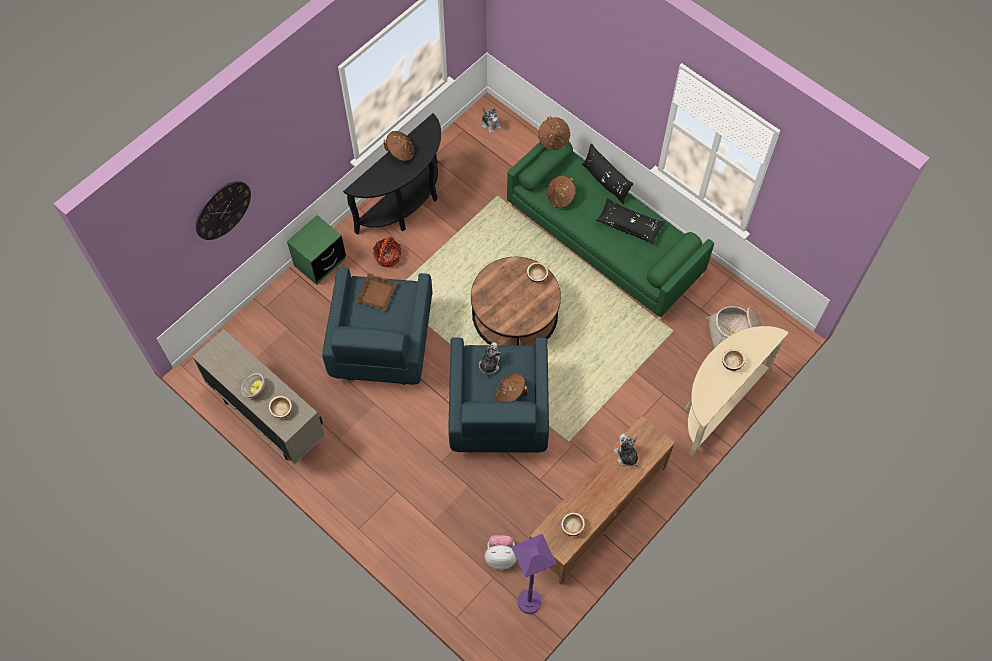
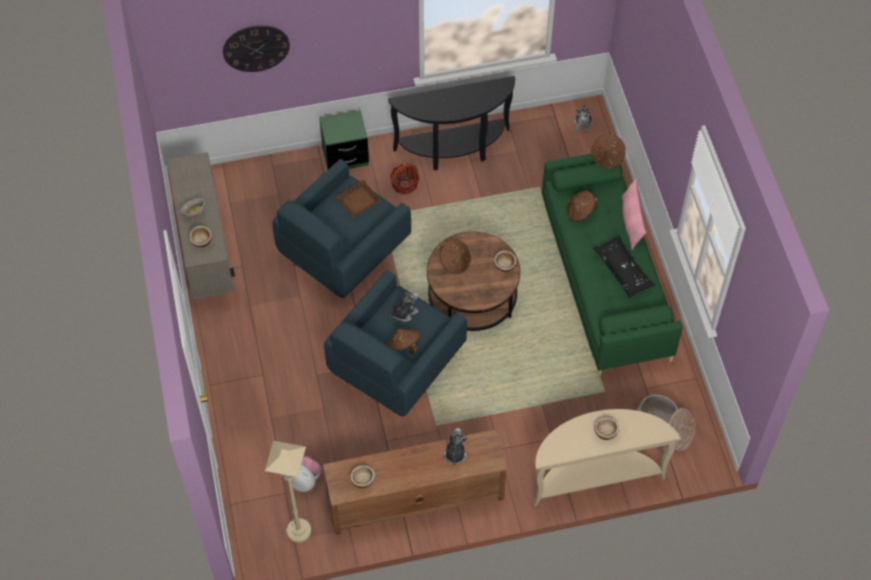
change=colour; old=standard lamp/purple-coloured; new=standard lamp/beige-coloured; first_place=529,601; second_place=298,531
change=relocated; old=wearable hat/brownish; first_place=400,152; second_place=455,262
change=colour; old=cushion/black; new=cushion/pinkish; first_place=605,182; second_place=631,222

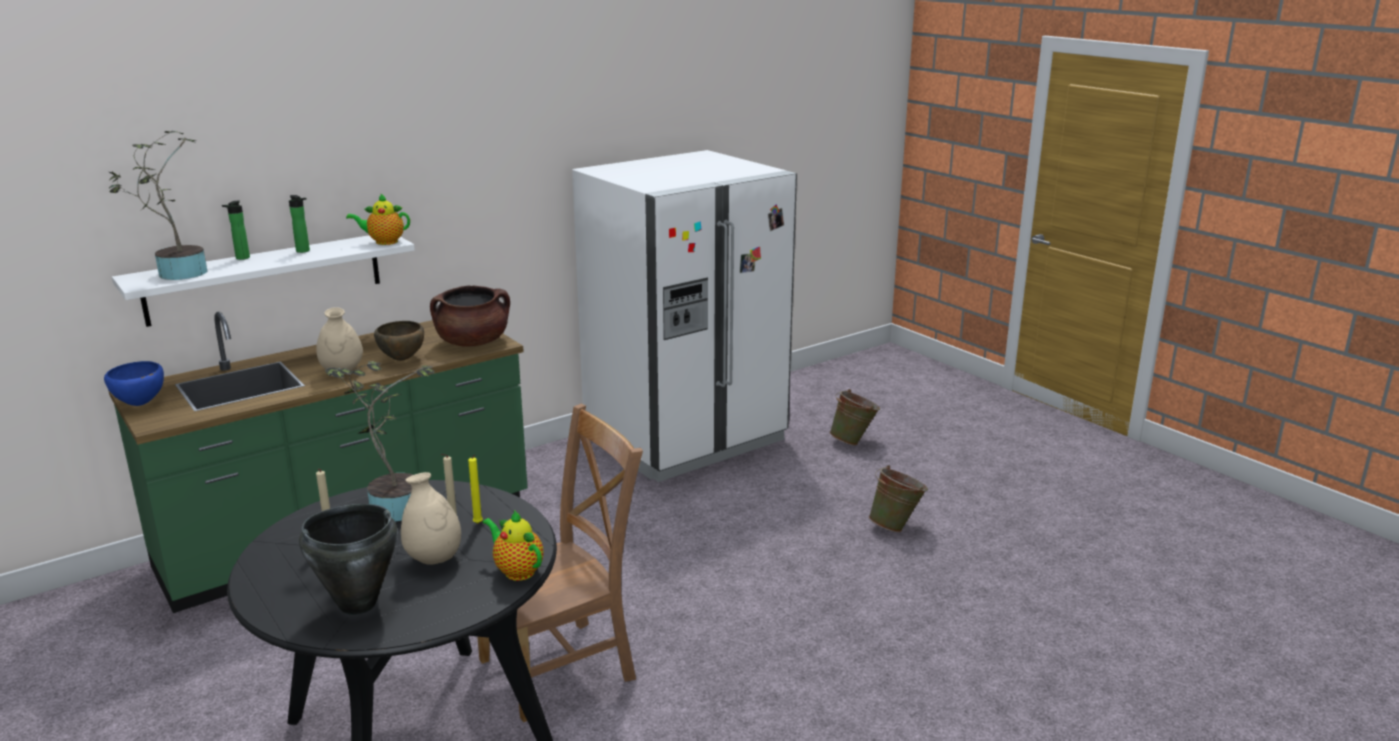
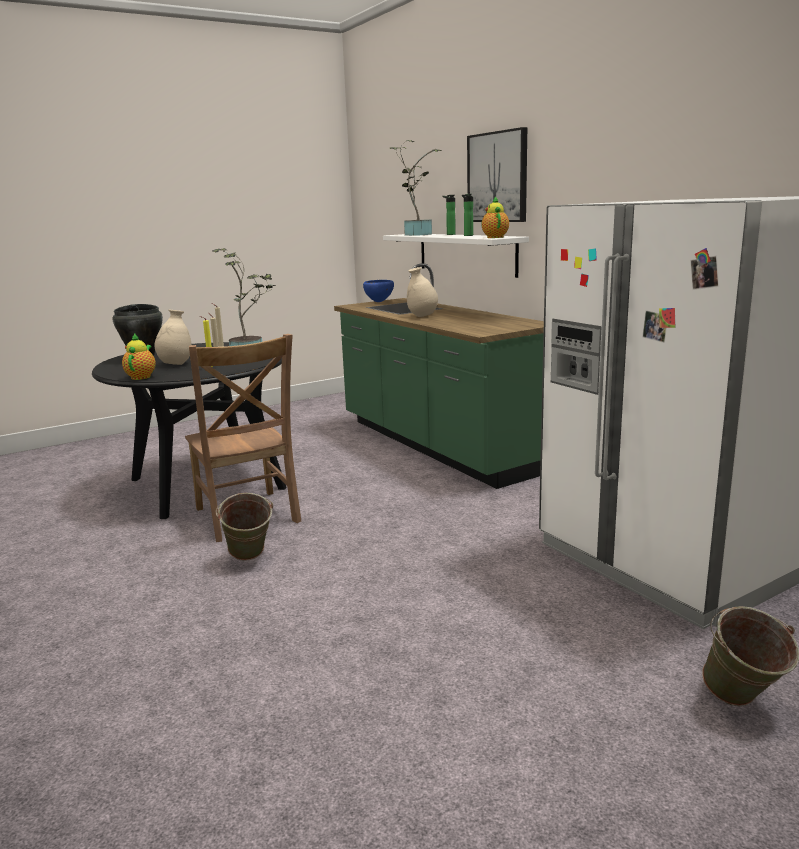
change=spun; old=pot for tea; first_place=517,571; second_place=142,377; degrees=-45
change=relocated; old=bucket/green; first_place=896,526; second_place=249,559
change=appeared; new=wall art; second_place=498,177
change=missing; old=serving bowl/brownish; first_place=402,359
change=missing; old=cooking pot/brownish; first_place=473,342

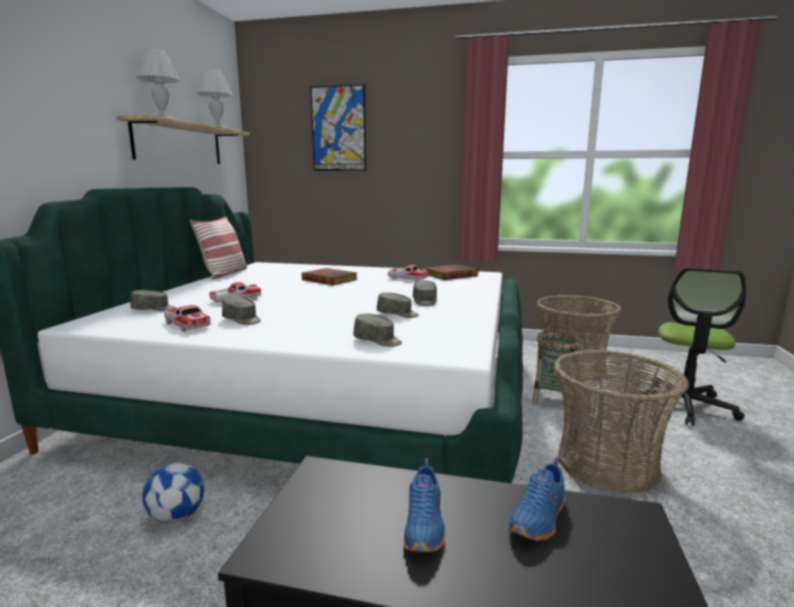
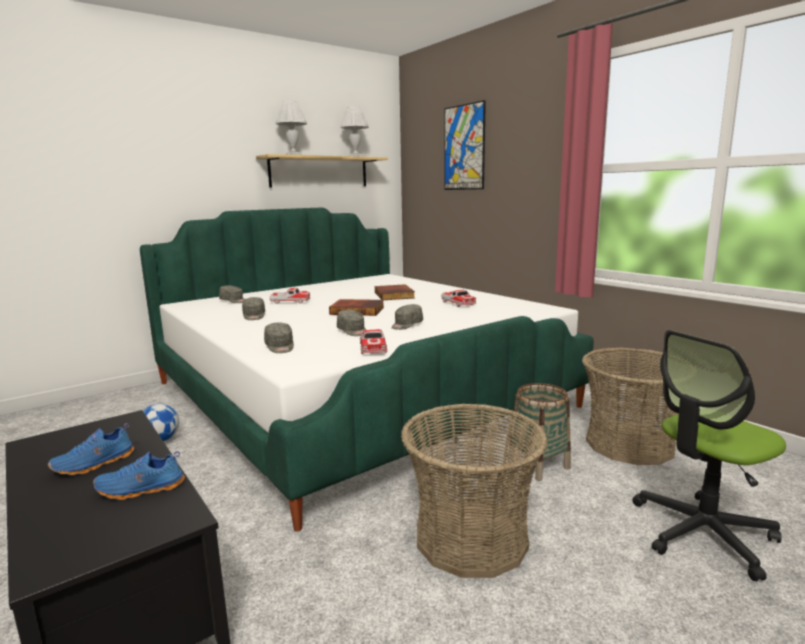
change=relocated; old=volume; first_place=451,275; second_place=358,310
change=relocated; old=toy car; first_place=187,324; second_place=373,348
change=missing; old=cushion; first_place=224,274

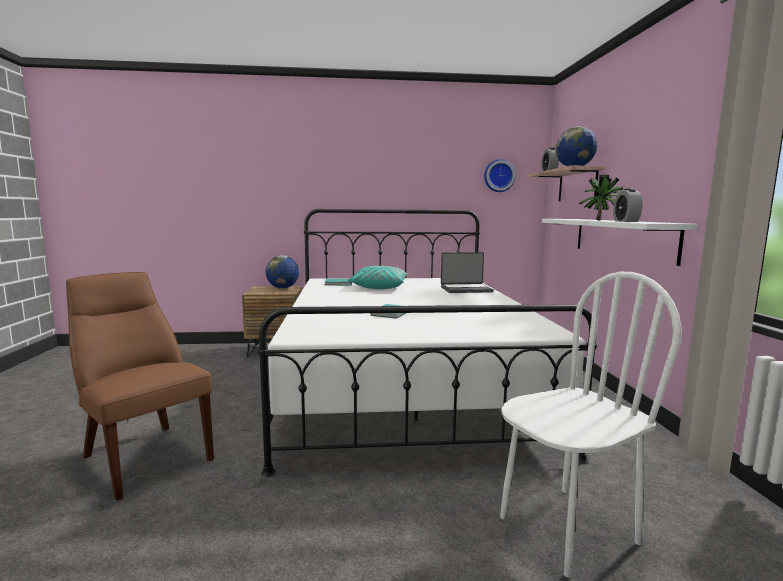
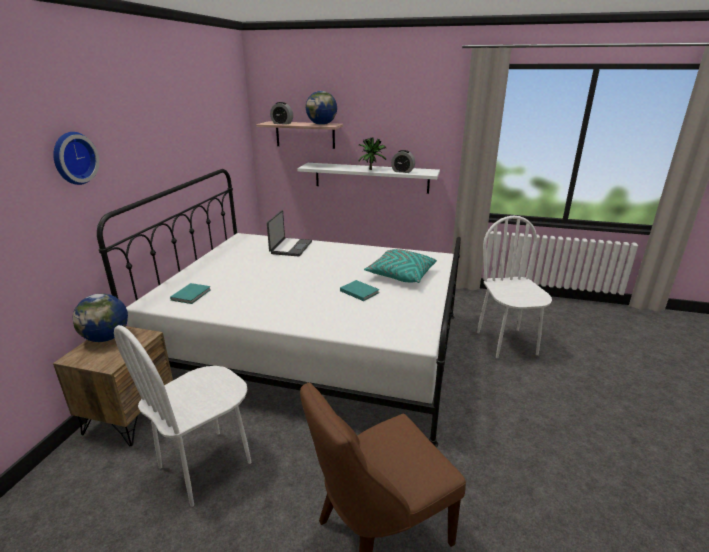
change=relocated; old=wall clock; first_place=498,176; second_place=72,158
change=appeared; new=upright chair/white-coloured; second_place=205,465
change=relocated; old=cushion/turquoise; first_place=379,287; second_place=400,275

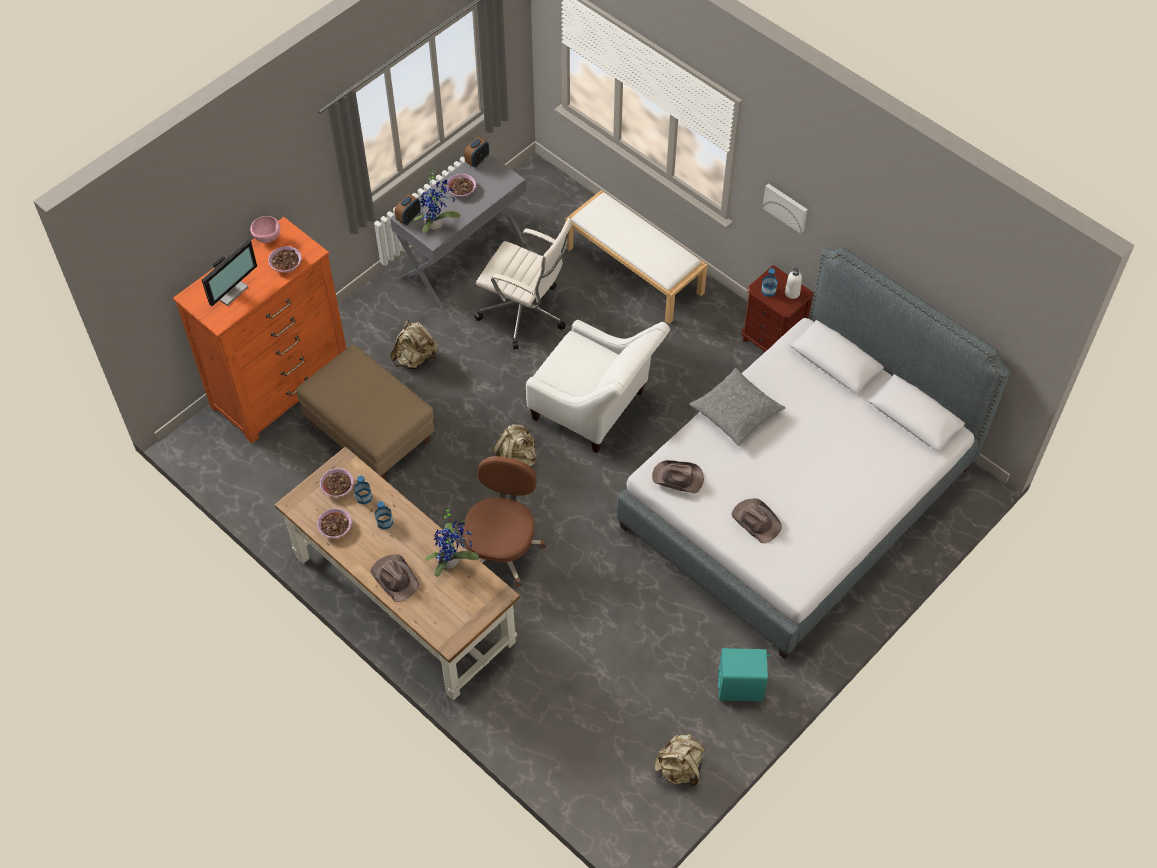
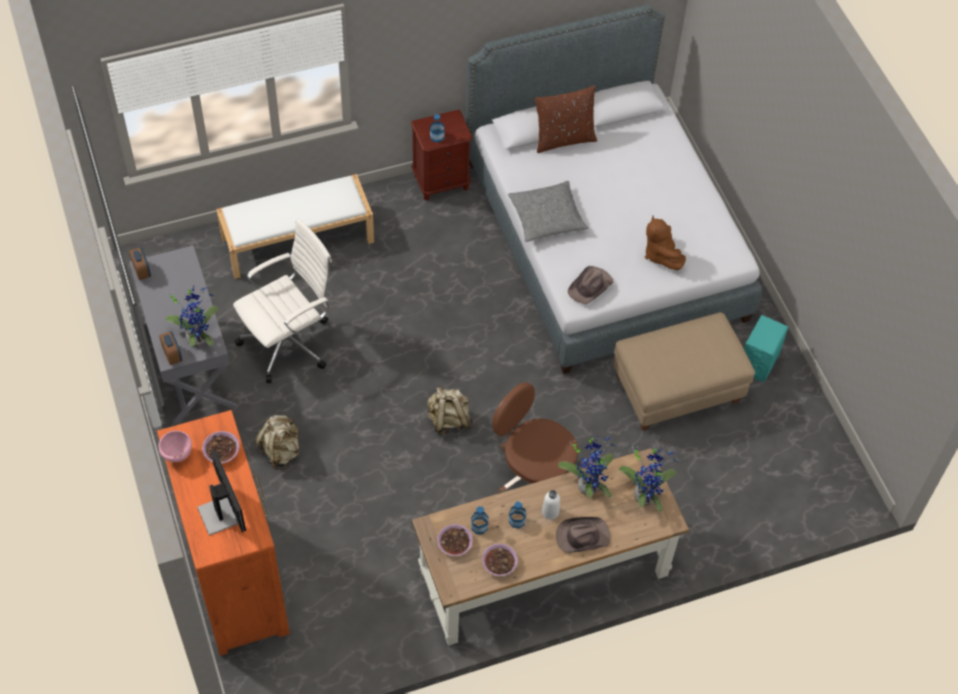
change=appeared; new=cushion/brownish; second_place=563,139
change=relocated; old=drink bottle/white-coloured; first_place=792,293; second_place=550,512
change=relocated; old=ottoman/beige-coloured; first_place=370,431; second_place=677,388
change=appeared; new=plant in a pot; second_place=645,495
change=exchanged; old=wearable hat/brownish; new=plush toy/brownish; first_place=756,521; second_place=660,254
change=missing; old=serving bowl; first_place=461,189
change=missing; old=armchair/white-coloured; first_place=595,410
change=missing; old=rucksack/beige-coloured; first_place=680,768
change=missing; old=wall art; first_place=786,207

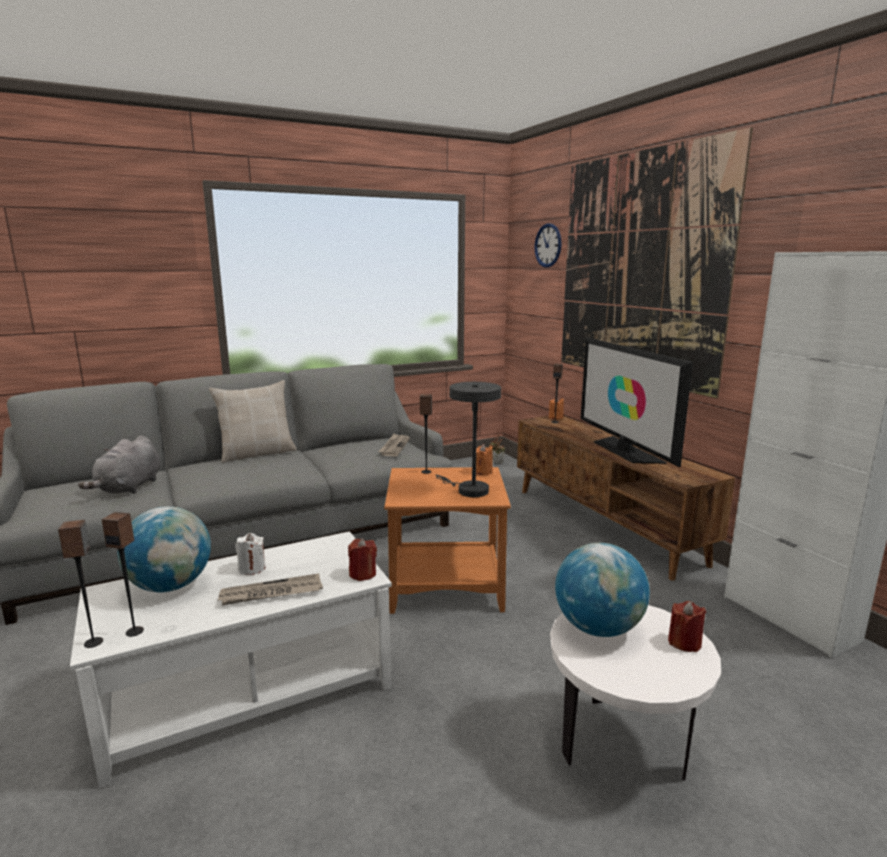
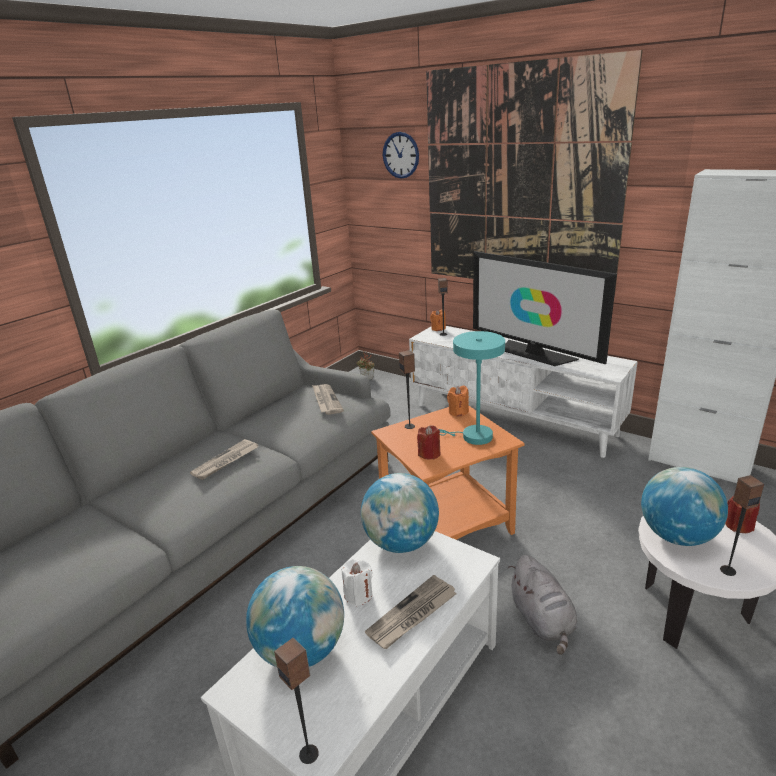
change=appeared; new=printed paper; second_place=225,461
change=appeared; new=desk globe; second_place=401,543
change=colour; old=tv unit/brownish; new=tv unit/white-coloured; first_place=605,524; second_place=513,419
change=relocated; old=candle/red-coloured; first_place=362,574; second_place=429,454
change=colour; old=tabletop lamp/gray; new=tabletop lamp/turquoise; first_place=468,490; second_place=471,436
change=relocated; old=plush toy/gray; first_place=129,488; second_place=542,620
change=relocated; old=loudspeaker; first_place=135,631; second_place=727,570
change=missing; old=cushion/beige-coloured; first_place=257,453

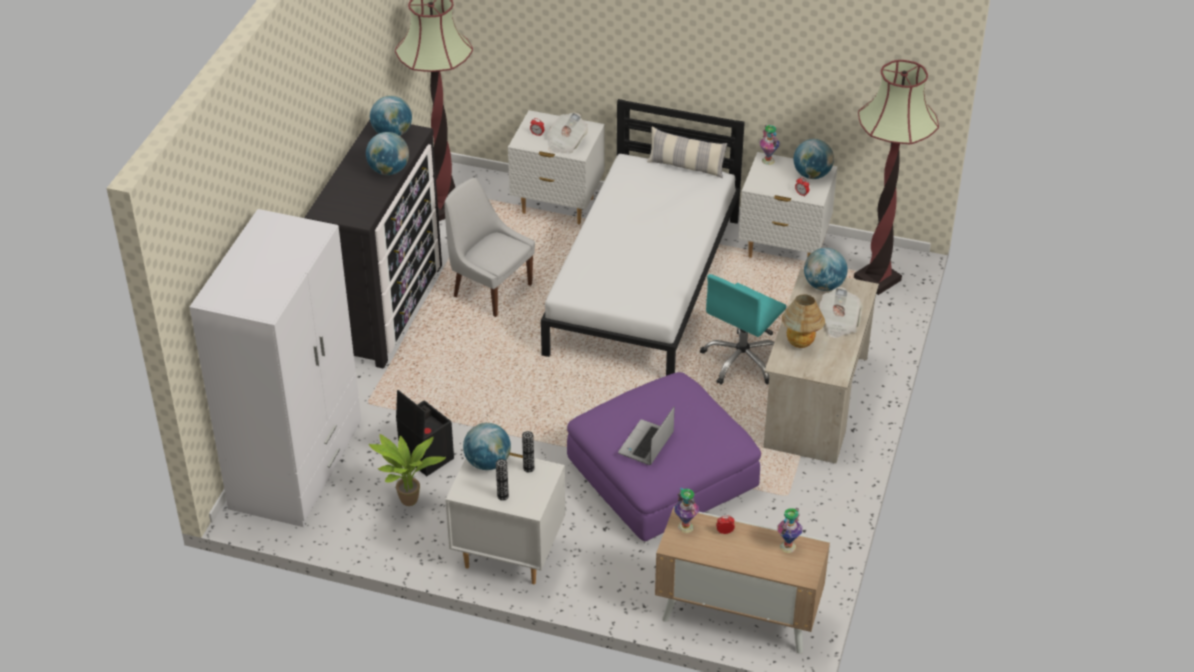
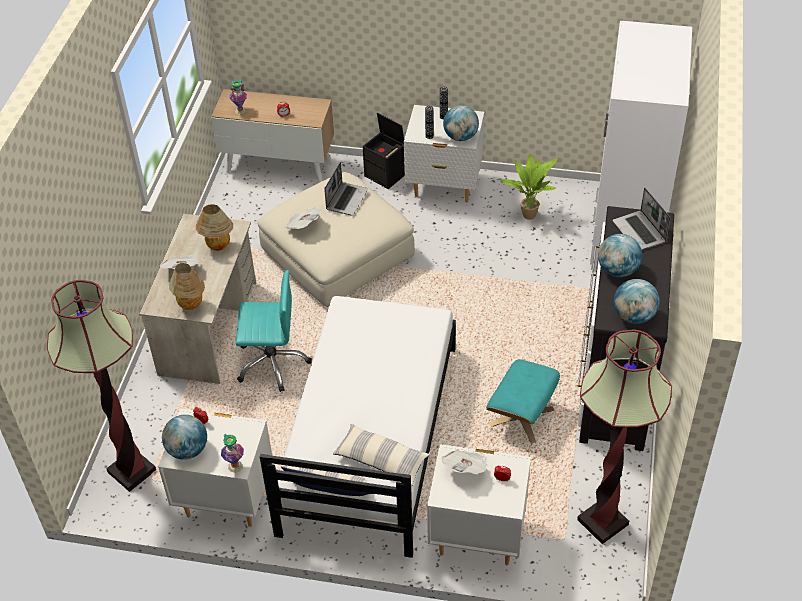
change=exchanged; old=desk globe; new=tabletop lamp; first_place=823,285; second_place=191,306
change=spun; old=computer chair/turquoise; first_place=742,361; second_place=272,362; degrees=60
change=colour; old=ottoman/purple-coloured; new=ottoman/beige-coloured; first_place=662,475; second_place=337,254
change=appeared; new=printed paper; second_place=303,225
change=appeared; new=cushion; second_place=381,460
change=relocated; old=storage bin/black; first_place=425,456; second_place=386,175
change=exchanged; old=upright chair/white-coloured; new=ottoman/turquoise; first_place=490,289; second_place=521,417
change=appeared; new=portable computer; second_place=640,232
change=missing; old=decorative vase; first_place=685,527

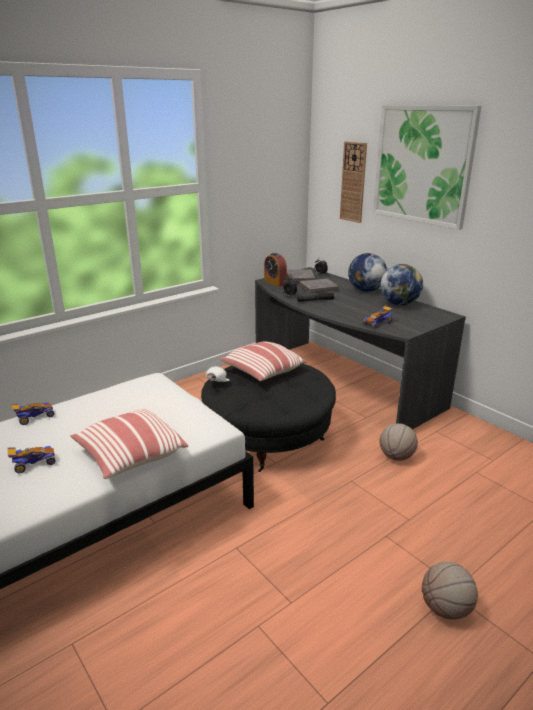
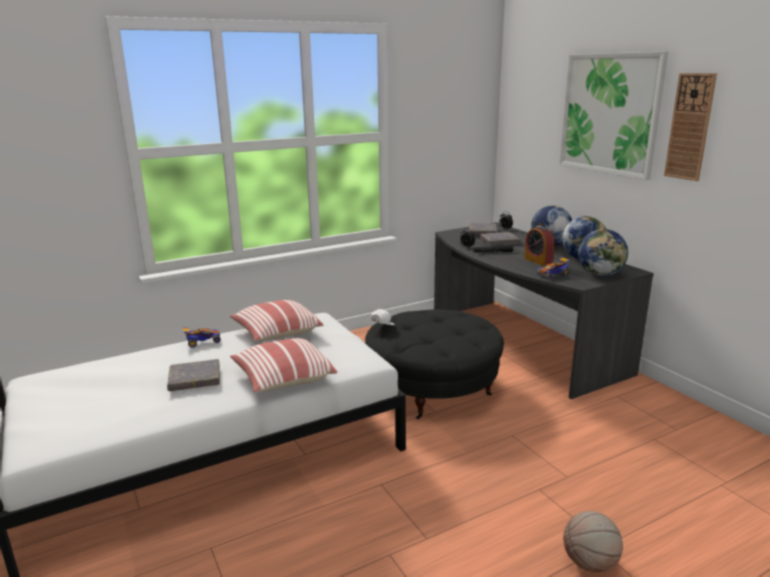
change=exchanged; old=toy car; new=volume/gray; first_place=33,463; second_place=195,378
change=relocated; old=cushion; first_place=262,372; second_place=276,333
change=relocated; old=table clock; first_place=275,282; second_place=538,261
change=appeared; new=desk globe; second_place=600,275
change=relocated; old=wall clock; first_place=353,182; second_place=690,127
change=missing; old=ball for basketball; first_place=396,457

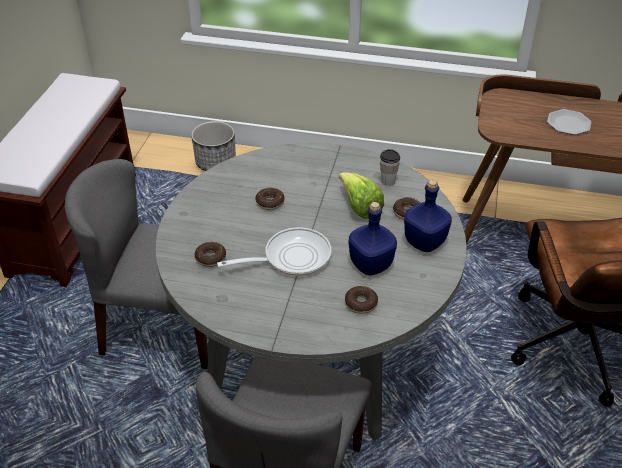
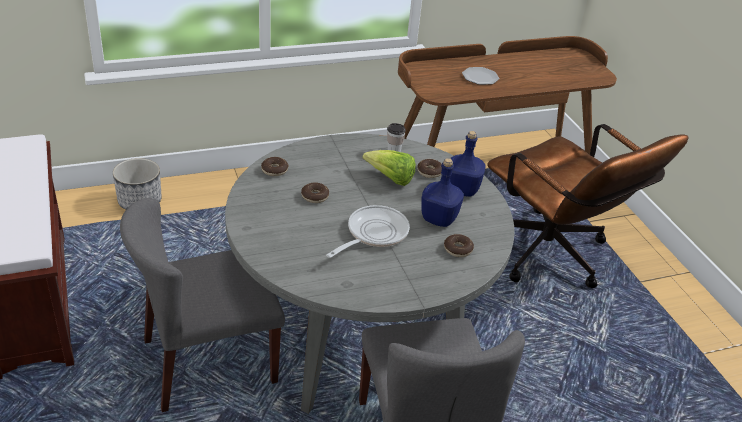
change=relocated; old=doughnut; first_place=210,258; second_place=274,170

